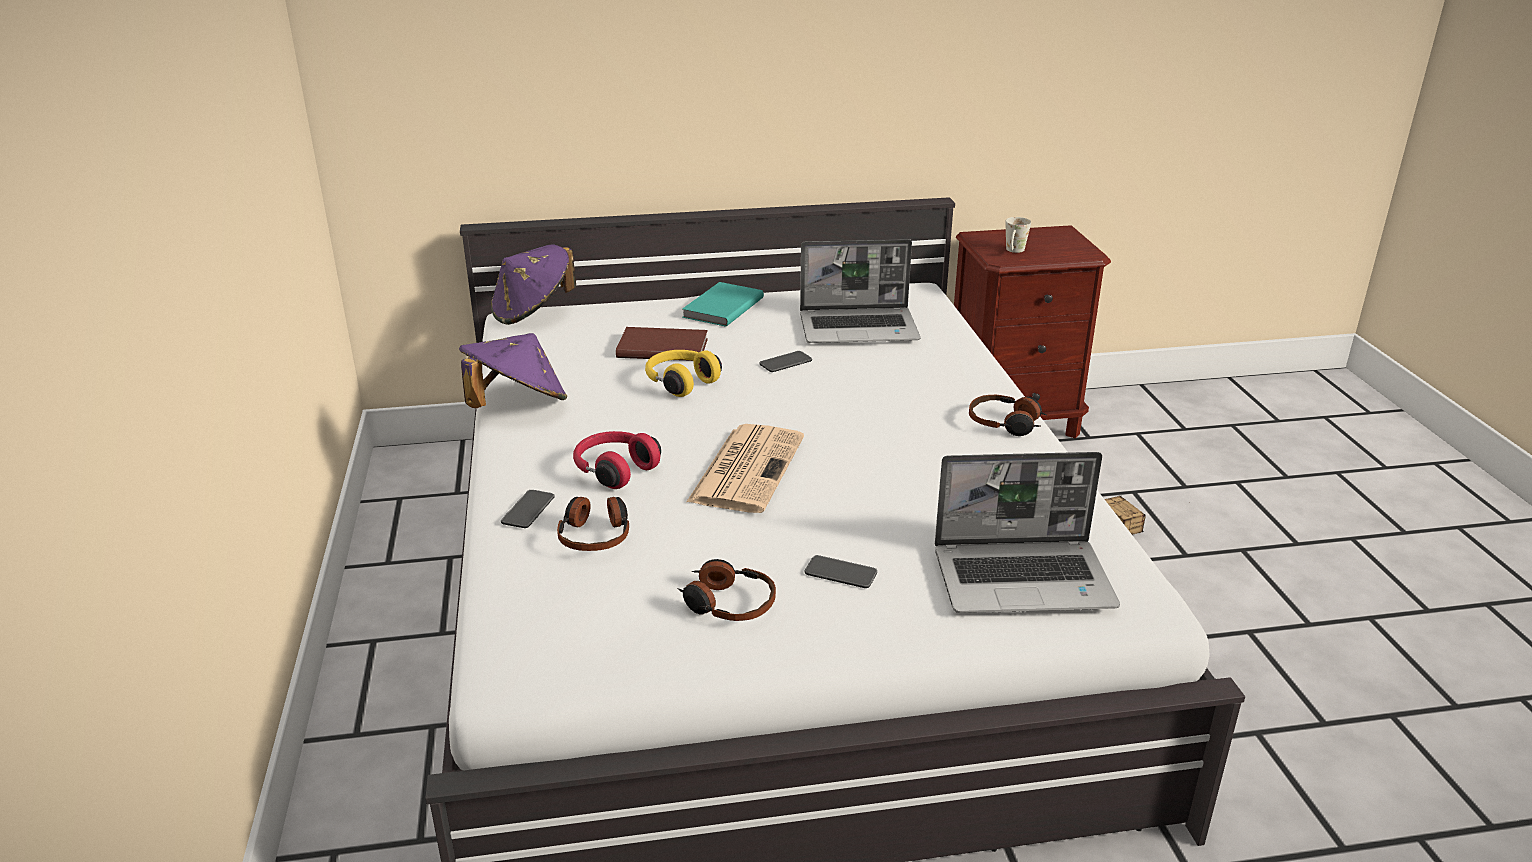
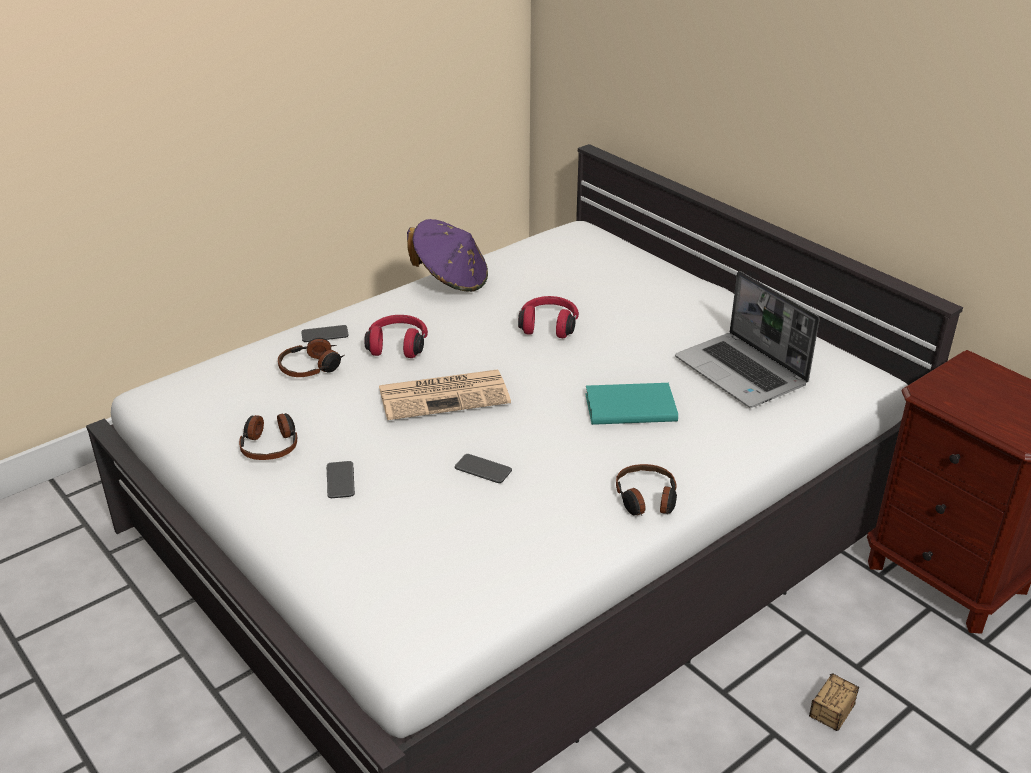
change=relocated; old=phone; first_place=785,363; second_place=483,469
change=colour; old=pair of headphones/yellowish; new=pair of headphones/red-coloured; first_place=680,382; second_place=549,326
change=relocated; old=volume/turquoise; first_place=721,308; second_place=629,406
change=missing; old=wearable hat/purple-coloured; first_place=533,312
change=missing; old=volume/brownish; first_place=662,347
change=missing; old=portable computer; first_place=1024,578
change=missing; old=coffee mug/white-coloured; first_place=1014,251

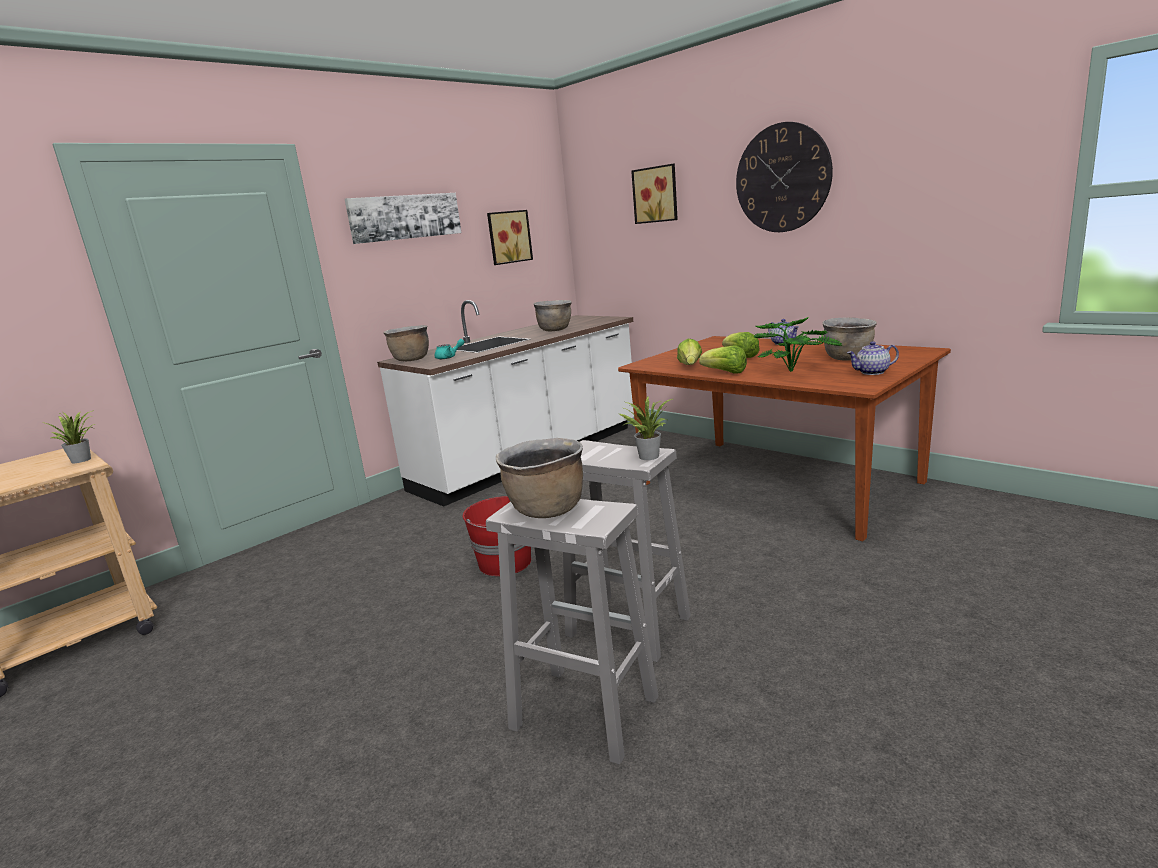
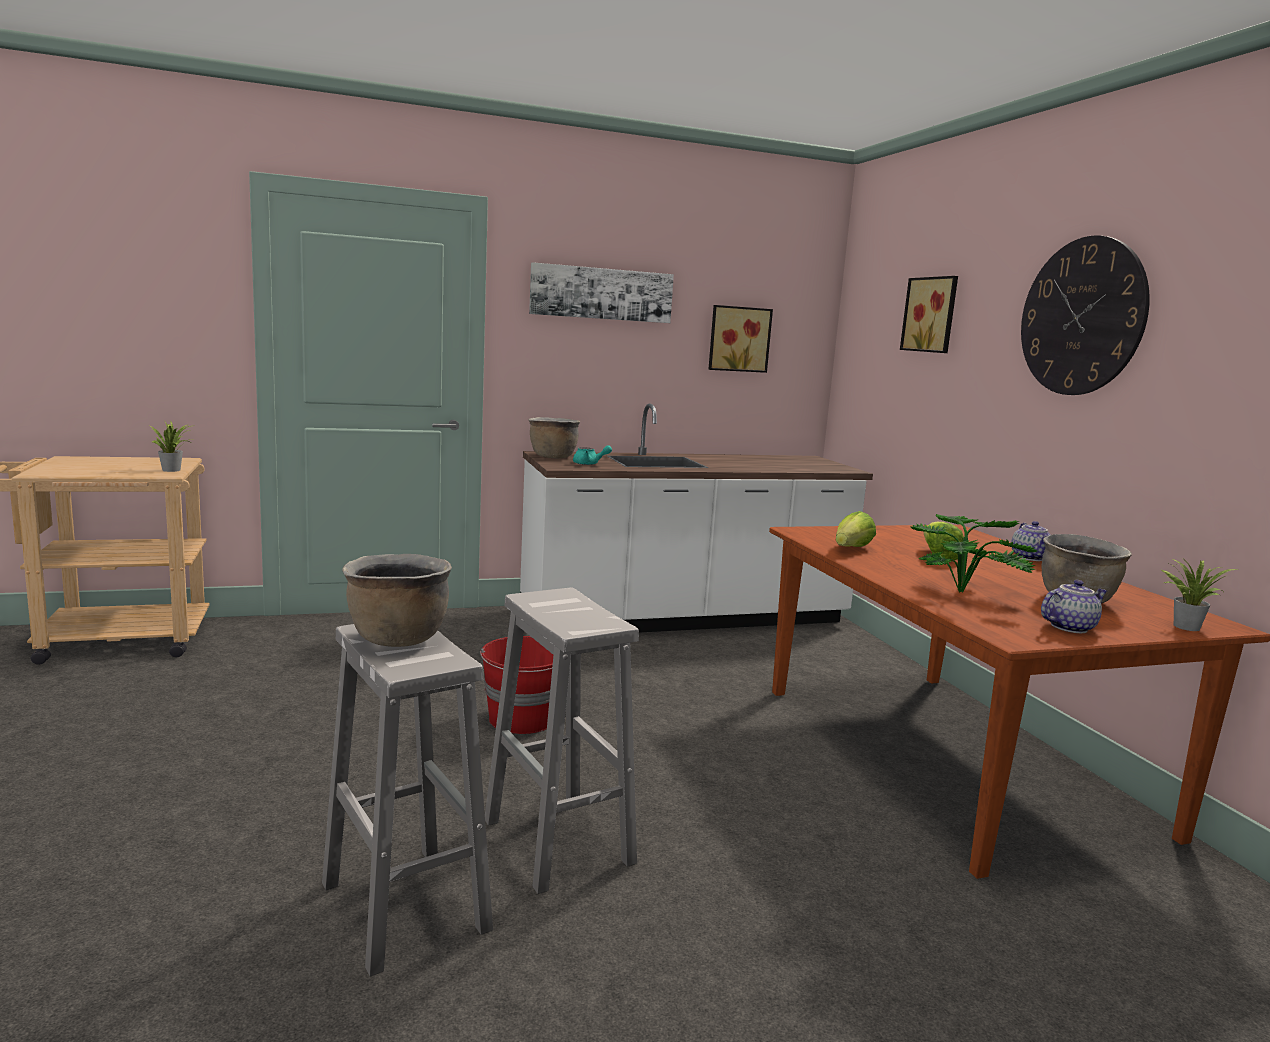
change=spun; old=pot for tea; first_place=872,372; second_place=1068,627; degrees=135
change=relocated; old=plant in a pot; first_place=647,456; second_place=1184,626
change=missing; old=cooking pot/brownish; first_place=555,330
change=missing; old=head of lettuce; first_place=725,373

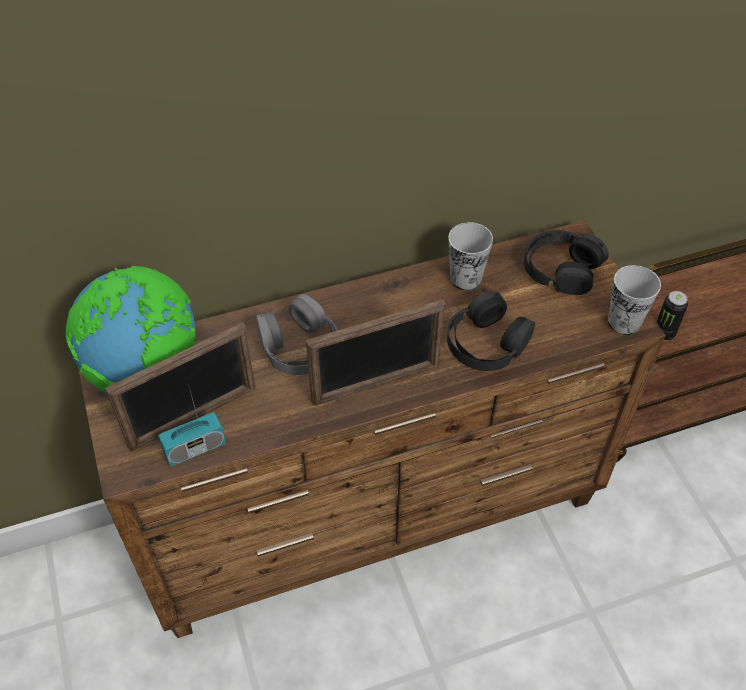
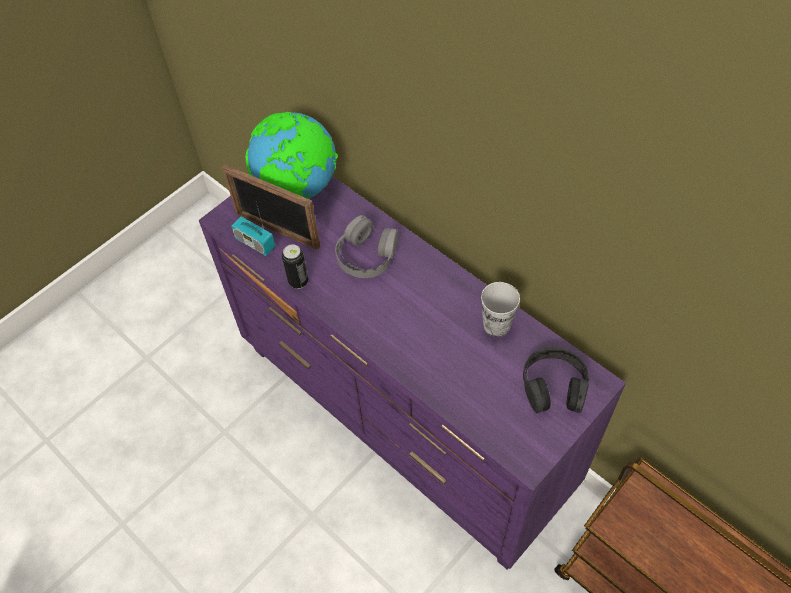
change=colour; old=drawer chest/brownish; new=drawer chest/purple-coloured; first_place=374,516; second_place=404,420
change=relocated; old=can; first_place=664,334; second_place=298,281
change=missing; old=photo frame; first_place=376,384
change=missing; old=pair of headphones/black; first_place=486,342
change=missing; old=drinking cup; first_place=624,322

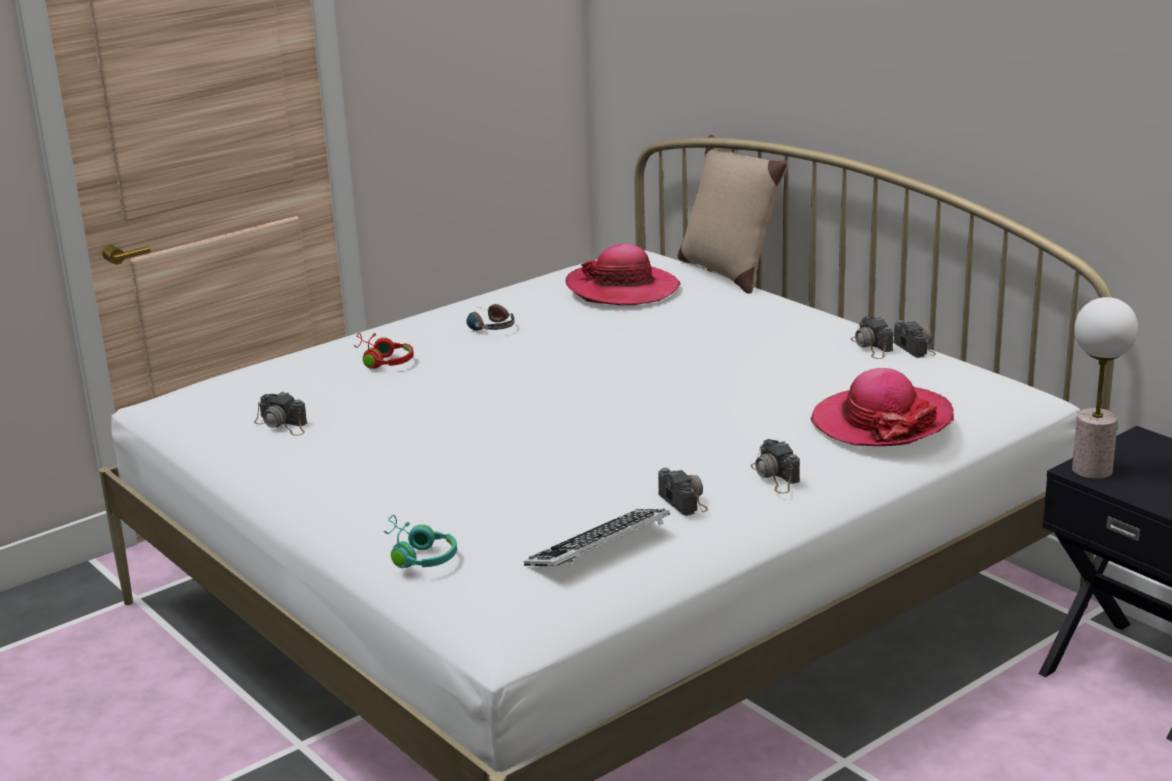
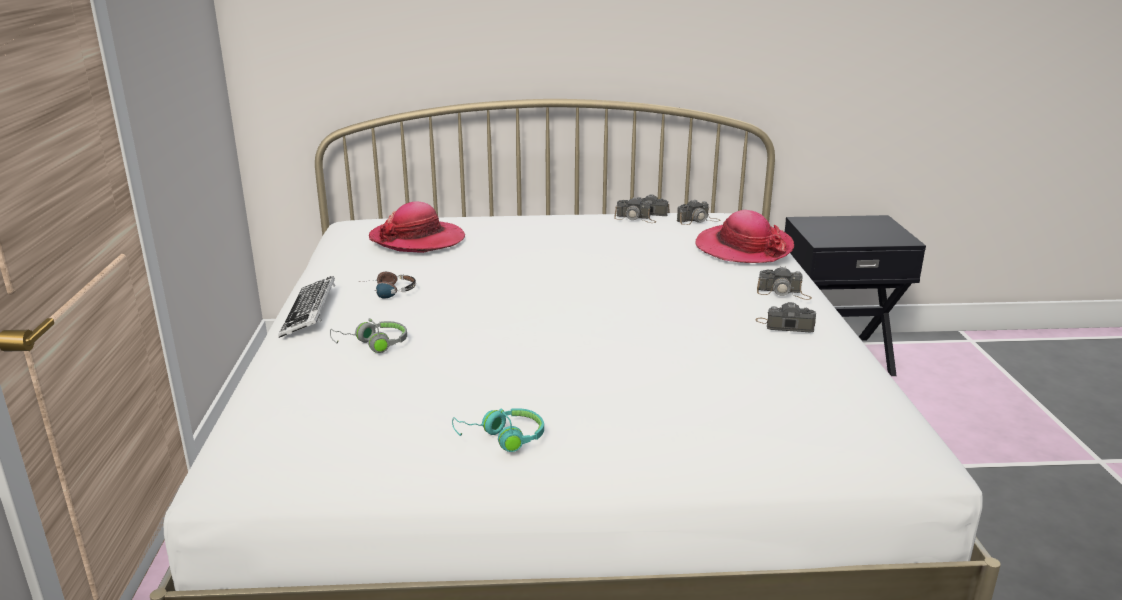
change=relocated; old=computer keyboard; first_place=599,548; second_place=310,313
change=colour; old=pair of headphones/red-coloured; new=pair of headphones/gray; first_place=382,361; second_place=373,344
change=relocated; old=pair of headphones/turquoise; first_place=417,555; second_place=502,438
change=relocated; old=photo camera; first_place=282,424; second_place=698,220
change=missing; old=cushion/beige-coloured; first_place=728,272
change=missing; old=tabletop lamp; first_place=1091,470

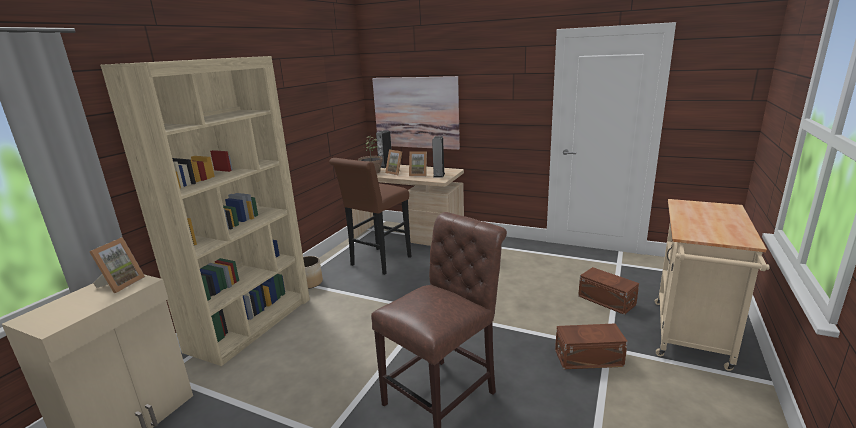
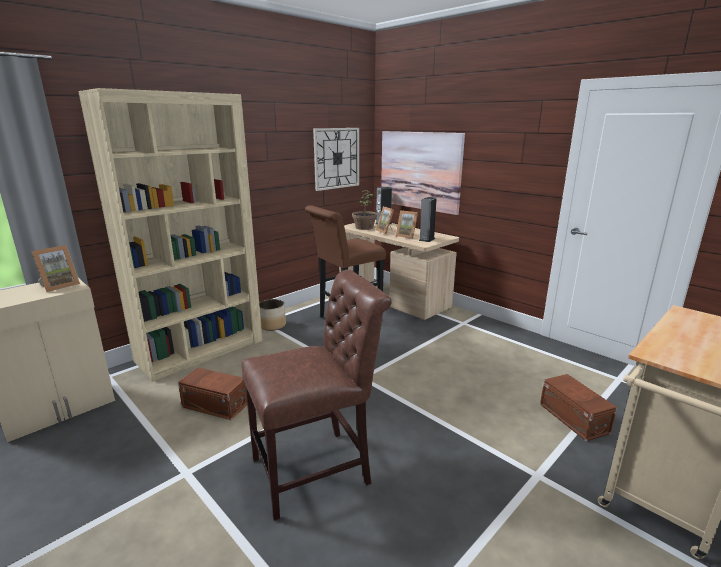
change=relocated; old=storage bin/brownish; first_place=587,357; second_place=215,404
change=appeared; new=wall clock; second_place=336,158

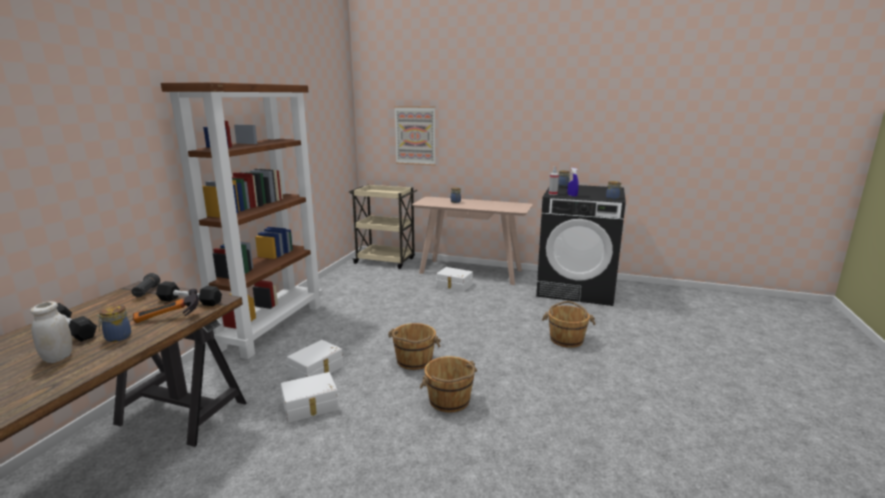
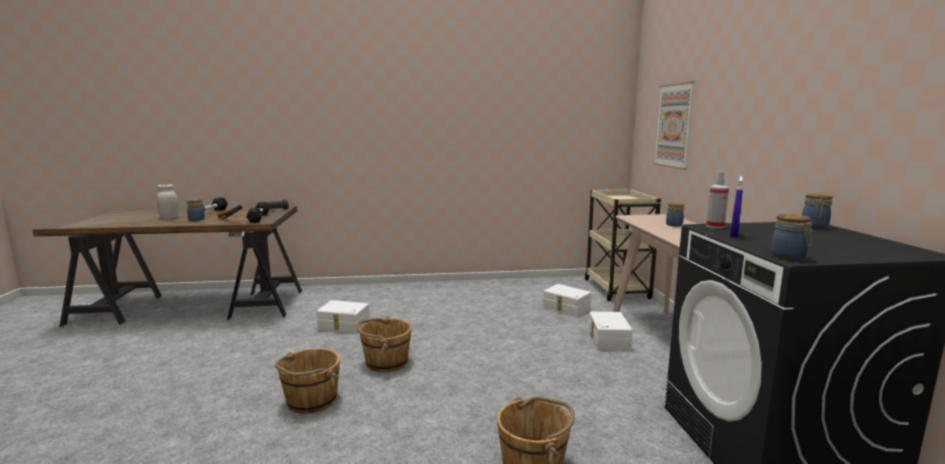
change=relocated; old=storage bin/white-coloured; first_place=310,406; second_place=566,308
change=missing; old=shelving unit/brownish; first_place=271,326

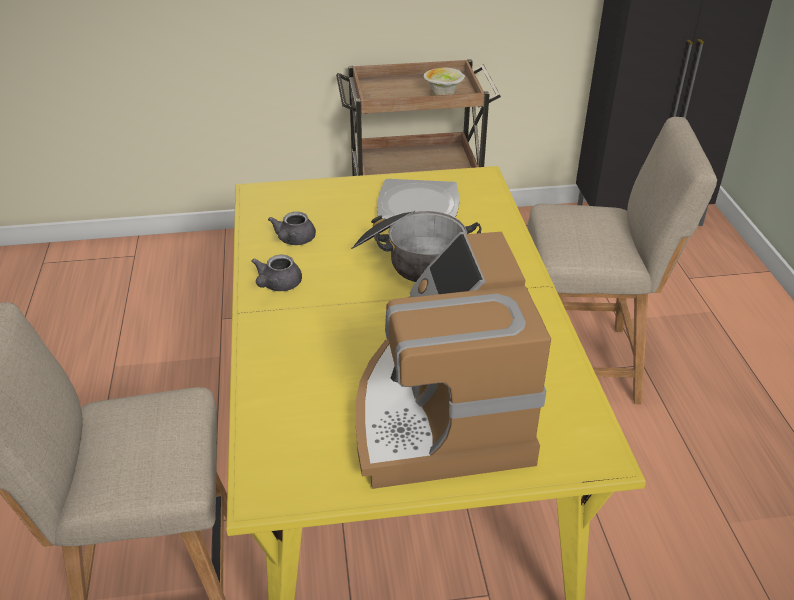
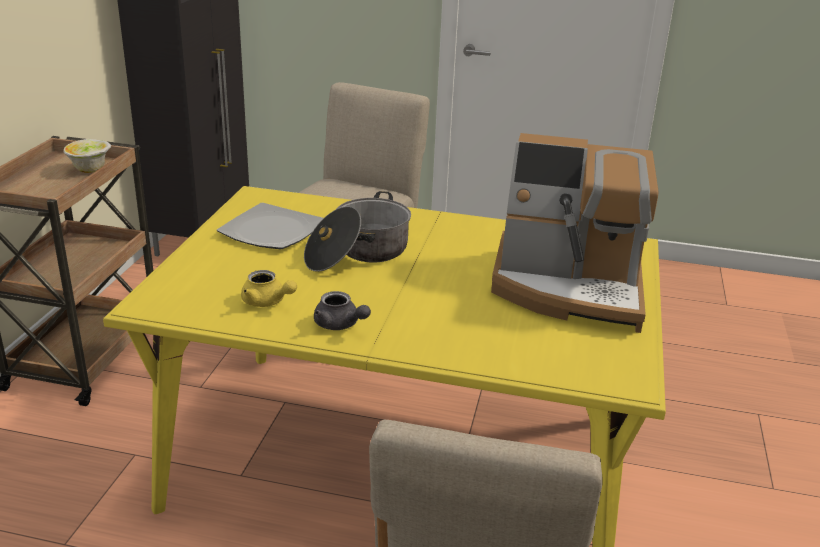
change=colour; old=pot for tea/gray; new=pot for tea/yellowish; first_place=293,240; second_place=267,302

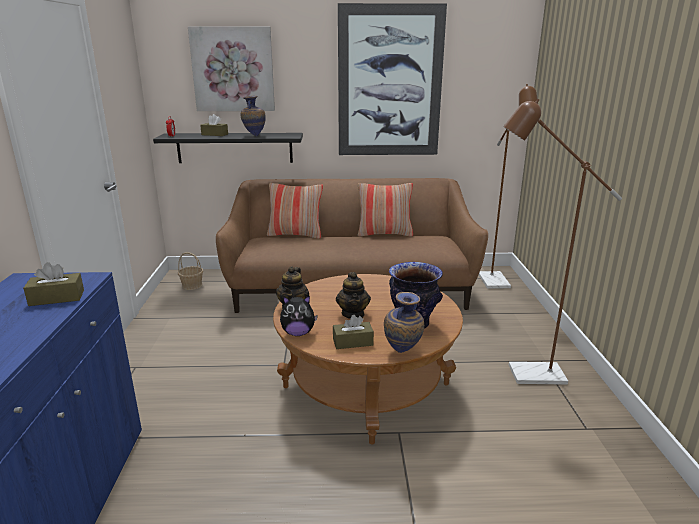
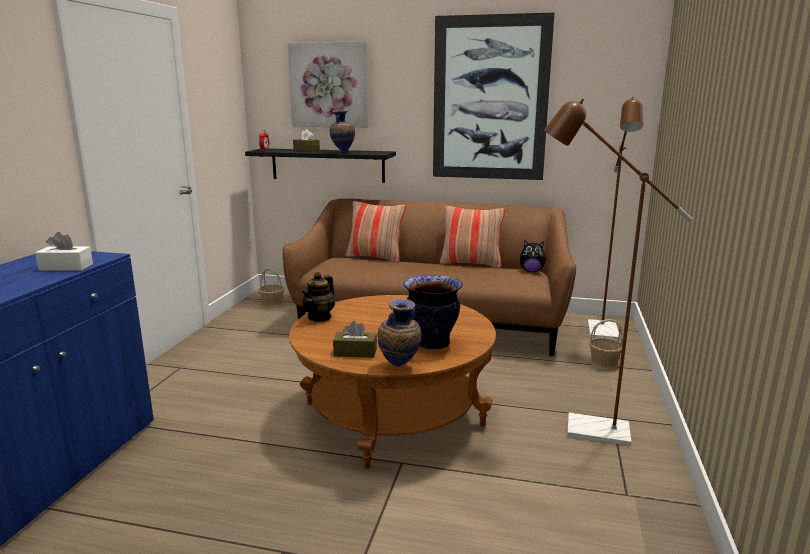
change=colour; old=tissue holder/brownish; new=tissue holder/white-coloured; first_place=57,298; second_place=66,267
change=relocated; old=plush toy; first_place=298,333; second_place=531,271
change=appeared; new=storage basket; second_place=604,363
change=missing; old=pot for tea; first_place=353,314

